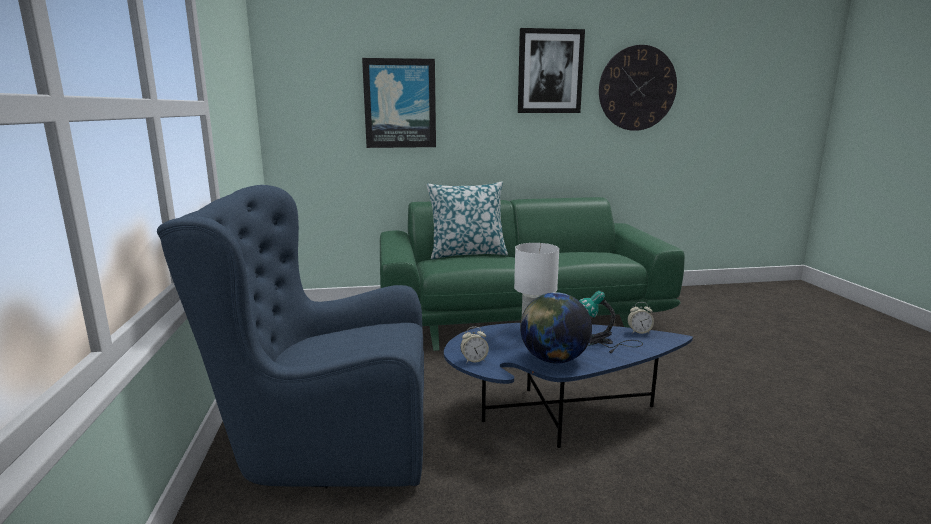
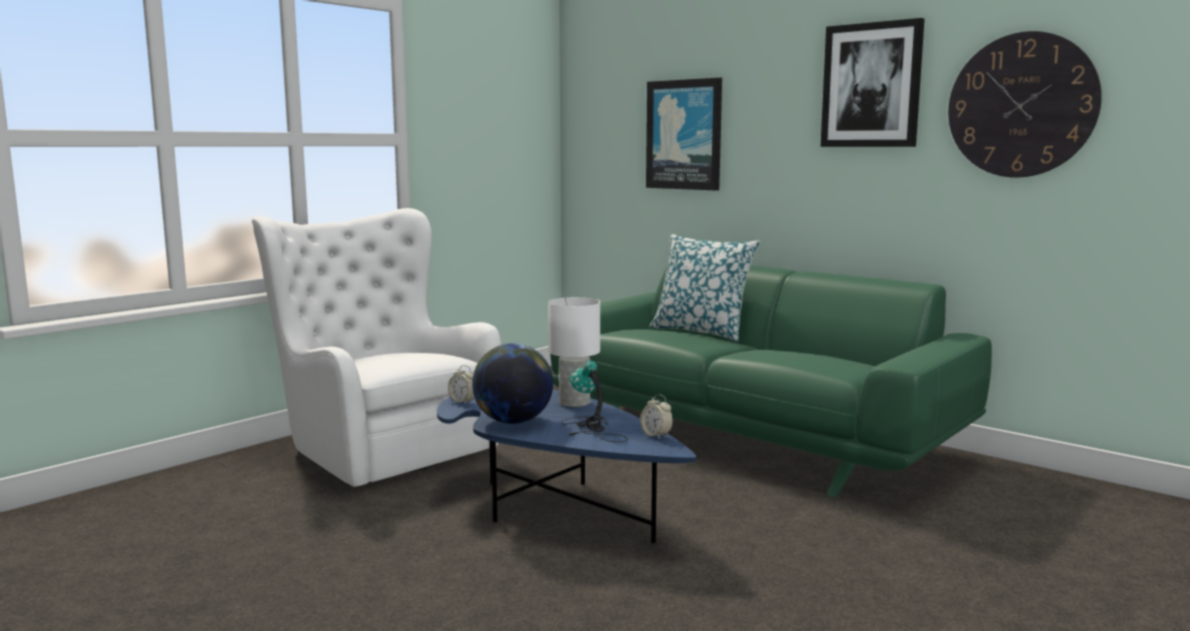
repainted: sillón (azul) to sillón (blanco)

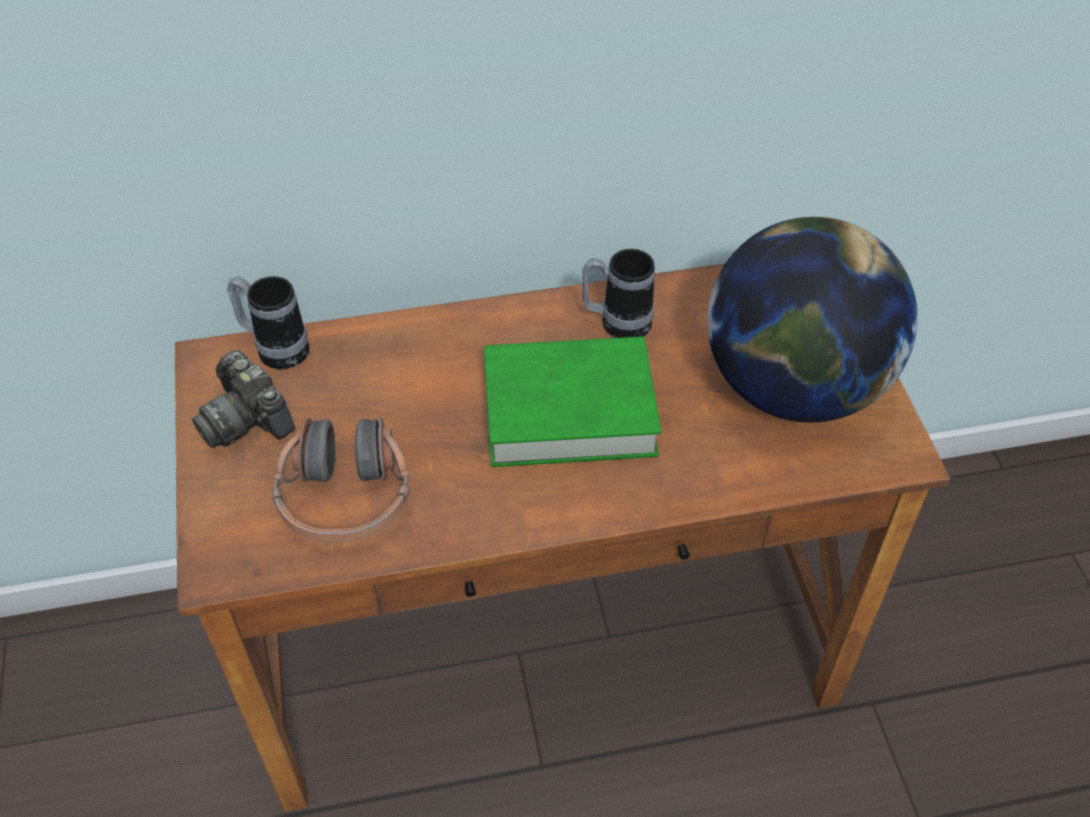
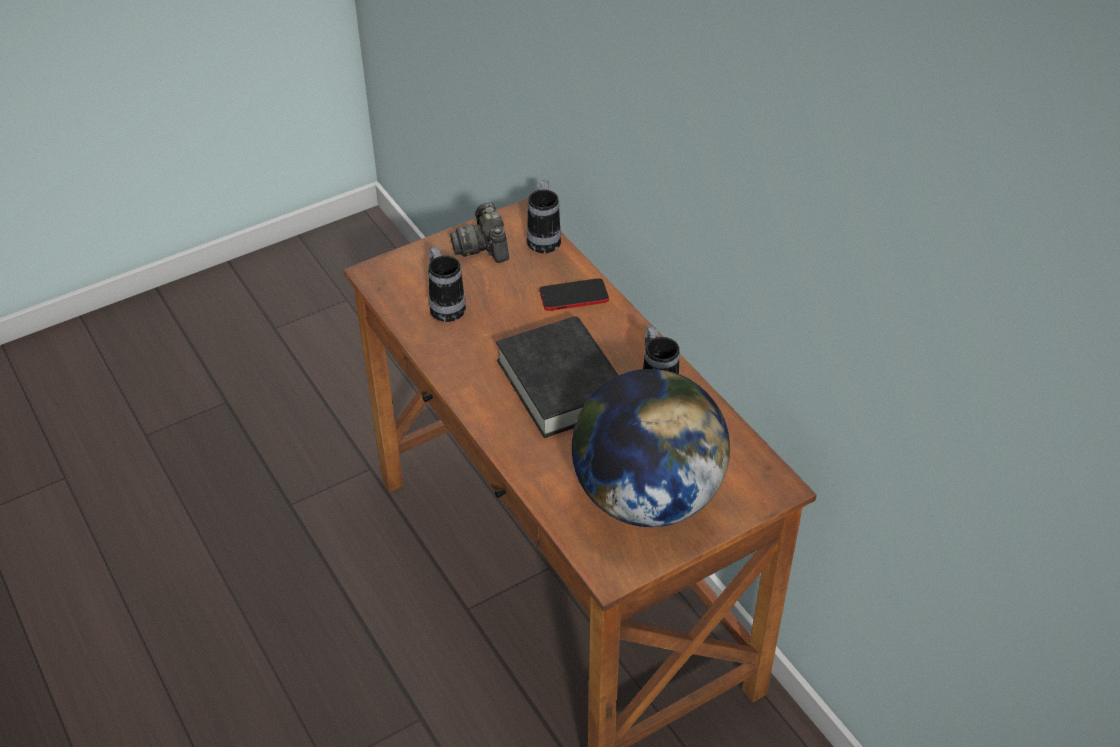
new: móvil
swapped: auriculares to taza grande (no. 1 from left)
repainted: libro (verde) to libro (negro)
rotated: cámara 45 degrees counterclockwise

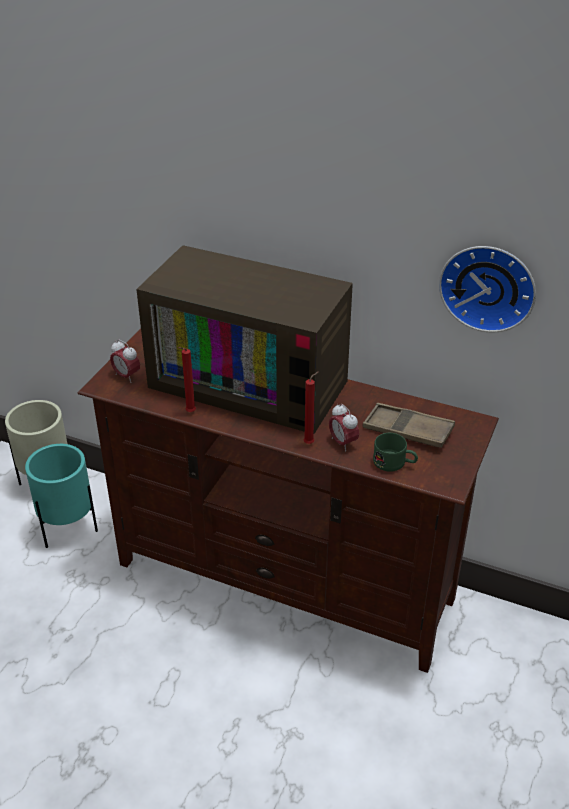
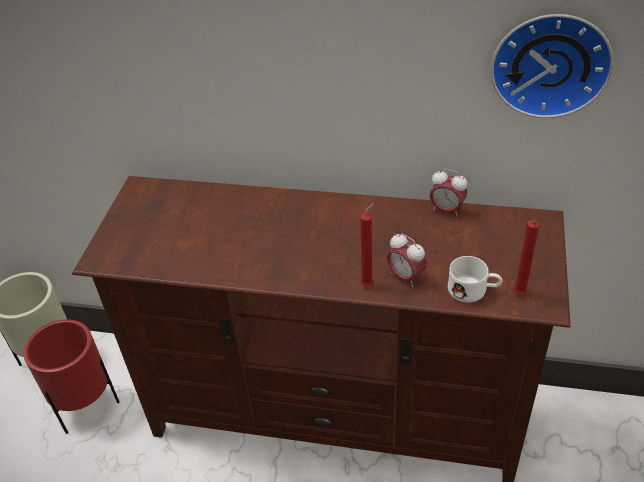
gone: televisor; bandeja (marrón)
shifted: despertador (no. 1 from left in the first image) to despertador (no. 2 from left); vela (rojo) (no. 1 from left in the first image) to vela (rojo) (no. 2 from left)
repainted: maceta (turquesa) to maceta (rojo); taza grande (verde) to taza grande (blanco)

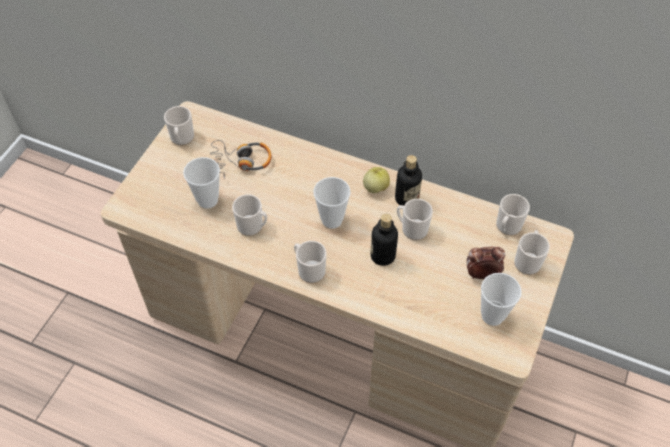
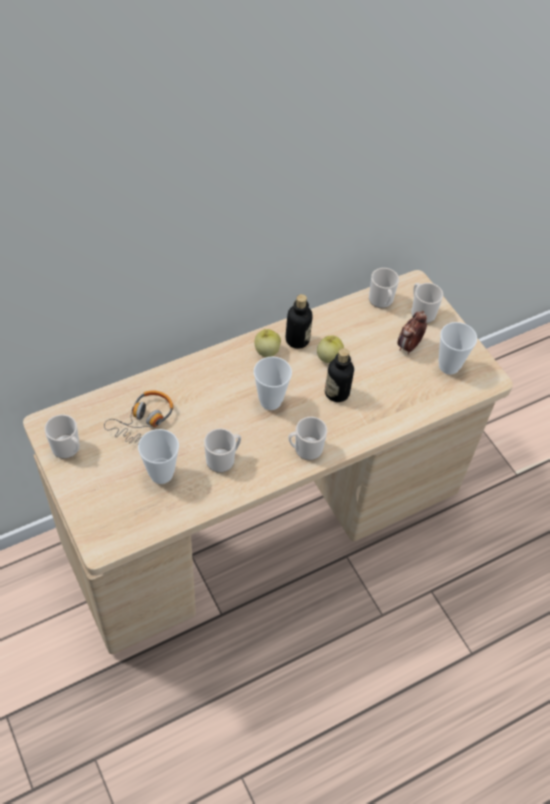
swapped: taza grande (no. 4 from left) to manzana (no. 2 from left)

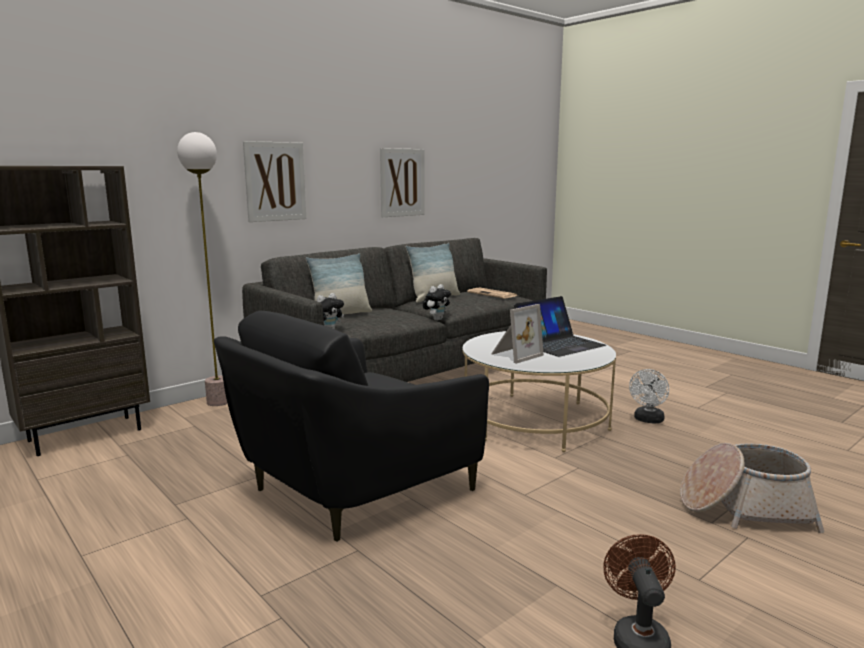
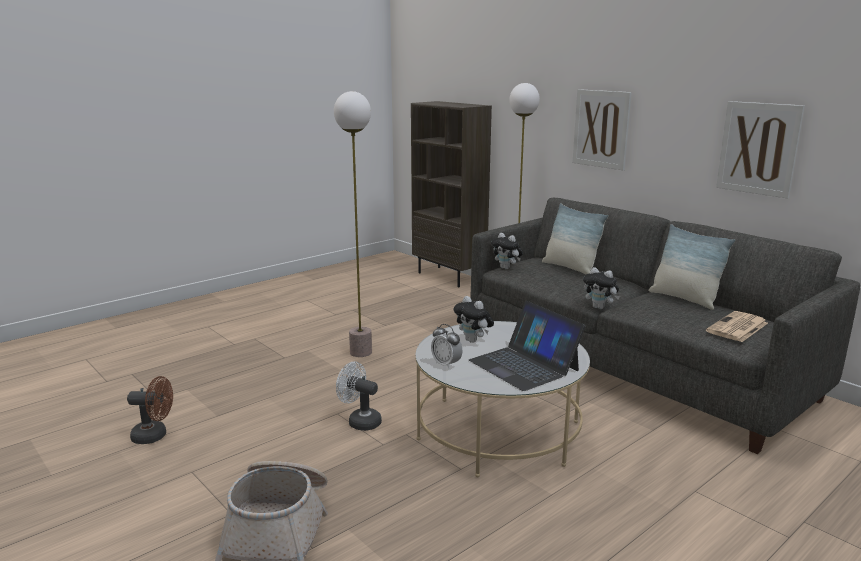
new: despertador
shifted: ventilador (blanco)
swapped: sillón (negro) to lámpara de pie (no. 1 from left); portarretratos to peluche (no. 1 from left)

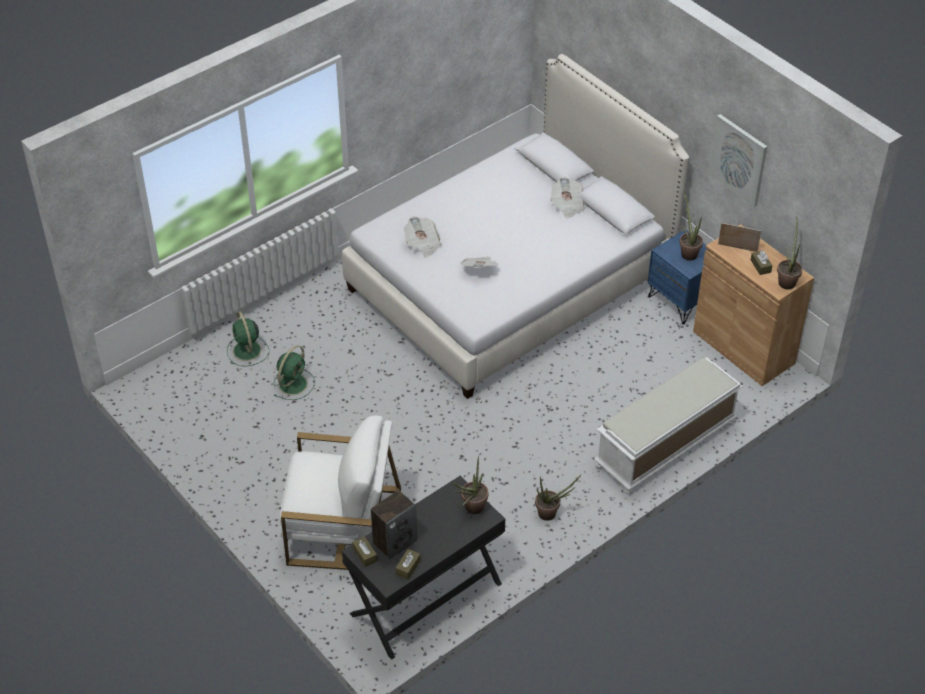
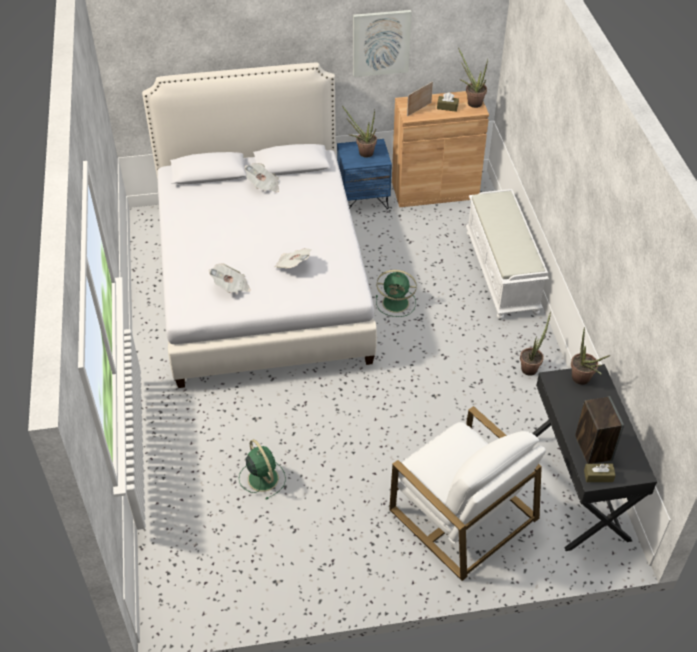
gone: caja de pañuelos (marrón) (no. 2 from left)
shifted: ventilador (verde) (no. 1 from left in the first image) to ventilador (verde) (no. 2 from left)
rotated: sillón (blanco) 105 degrees clockwise

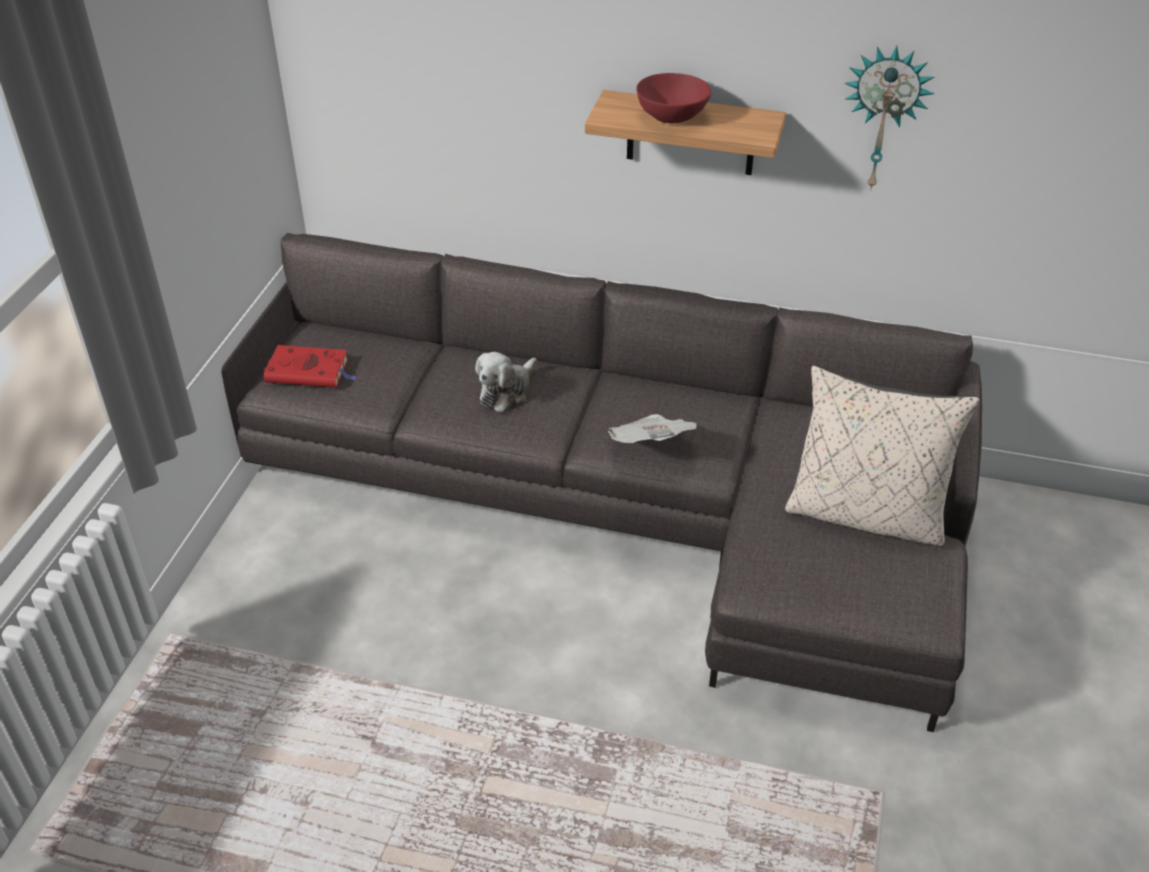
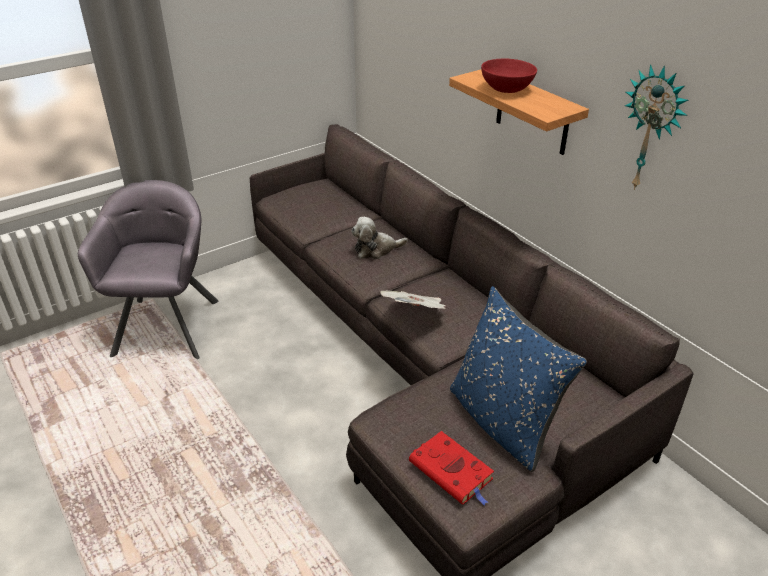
new: sillón (gris)
shifted: libro (rojo)
repainted: cojín (beis) to cojín (azul)

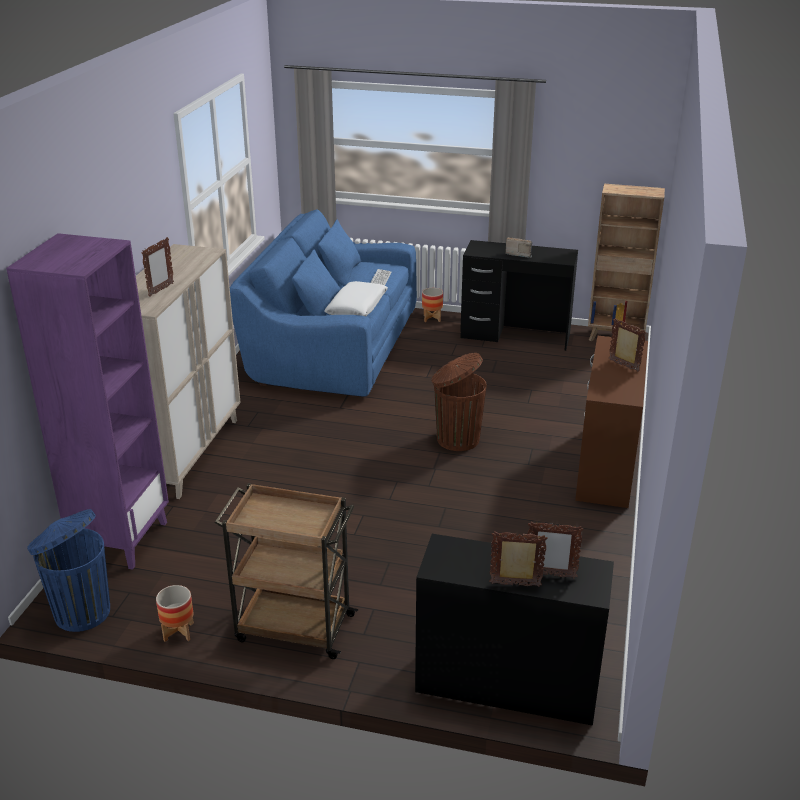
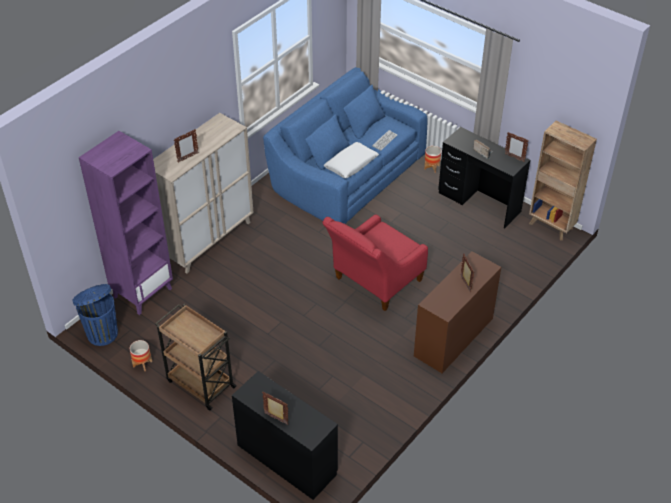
shifted: portarretratos (no. 3 from left in the first image) to portarretratos (no. 4 from left)
swapped: papelera (marrón) to sillón (rojo)

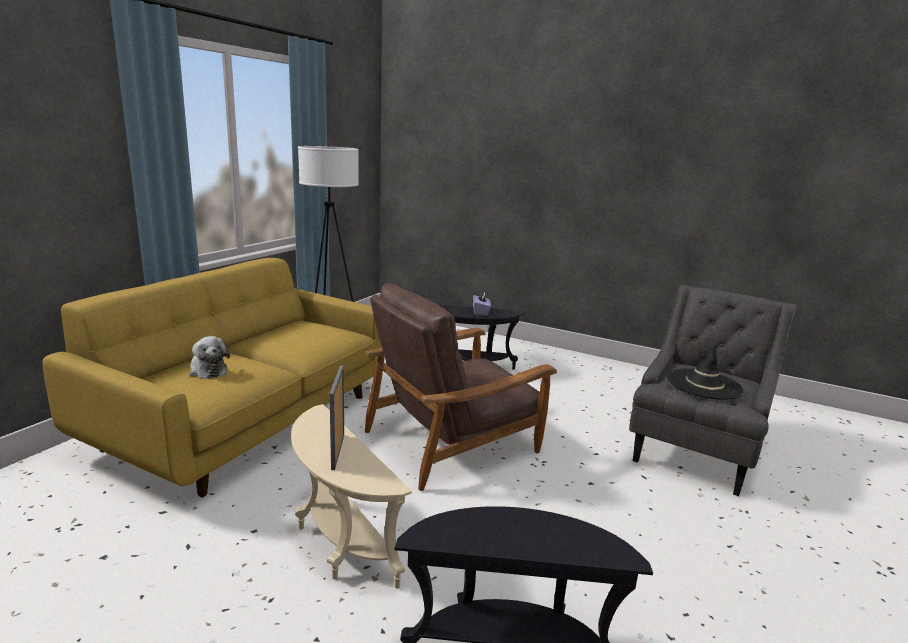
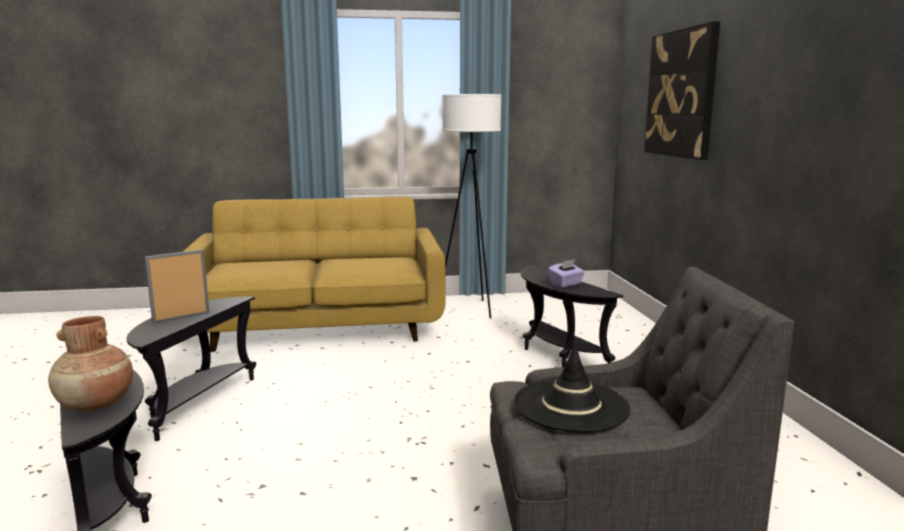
gone: peluche; sillón (marrón)
new: florero (marrón); cuadro
repainted: mesa auxiliar (beis) to mesa auxiliar (negro) (no. 2 from left)

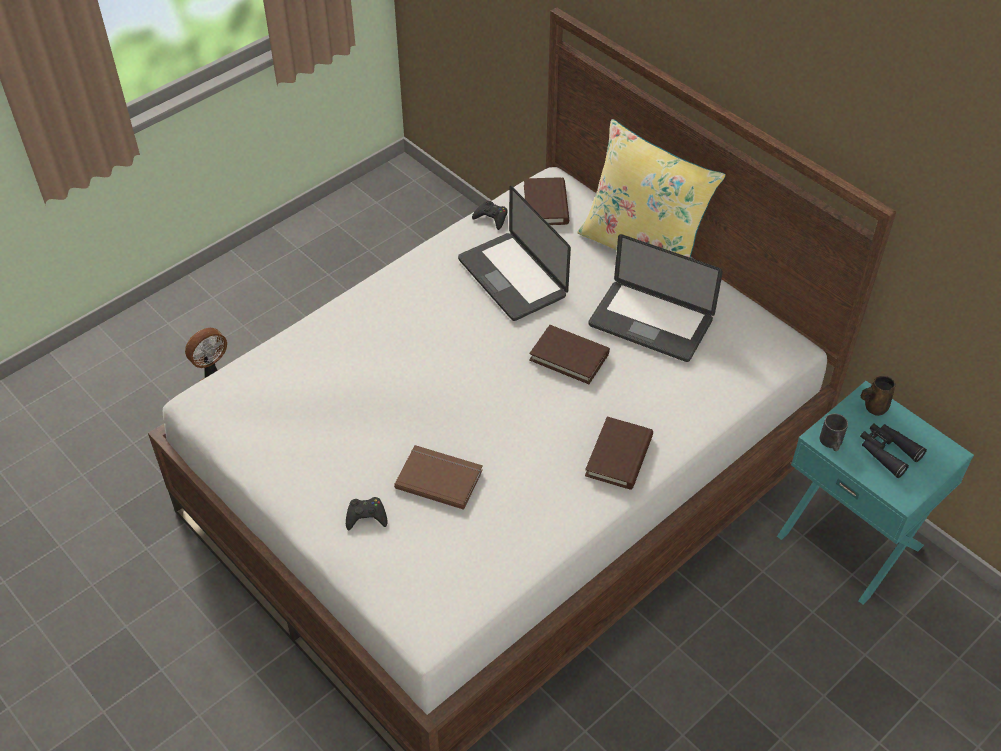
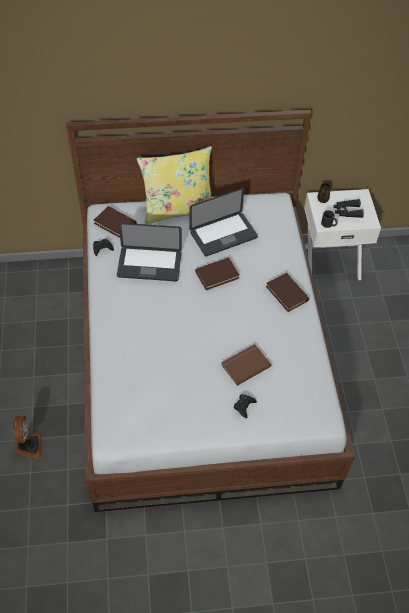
repainted: mesita de noche (turquesa) to mesita de noche (blanco)

